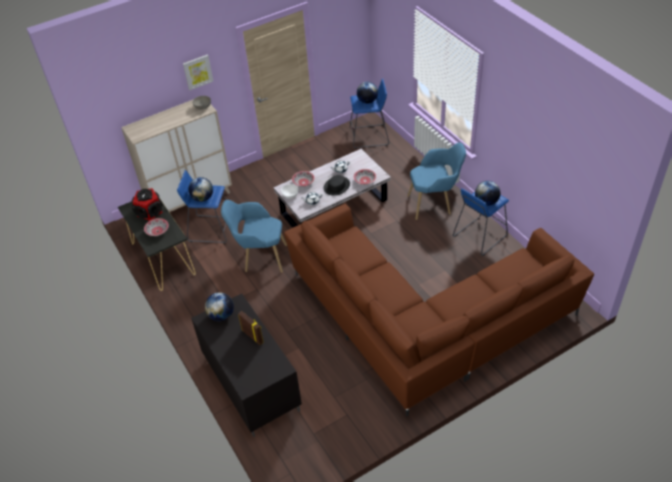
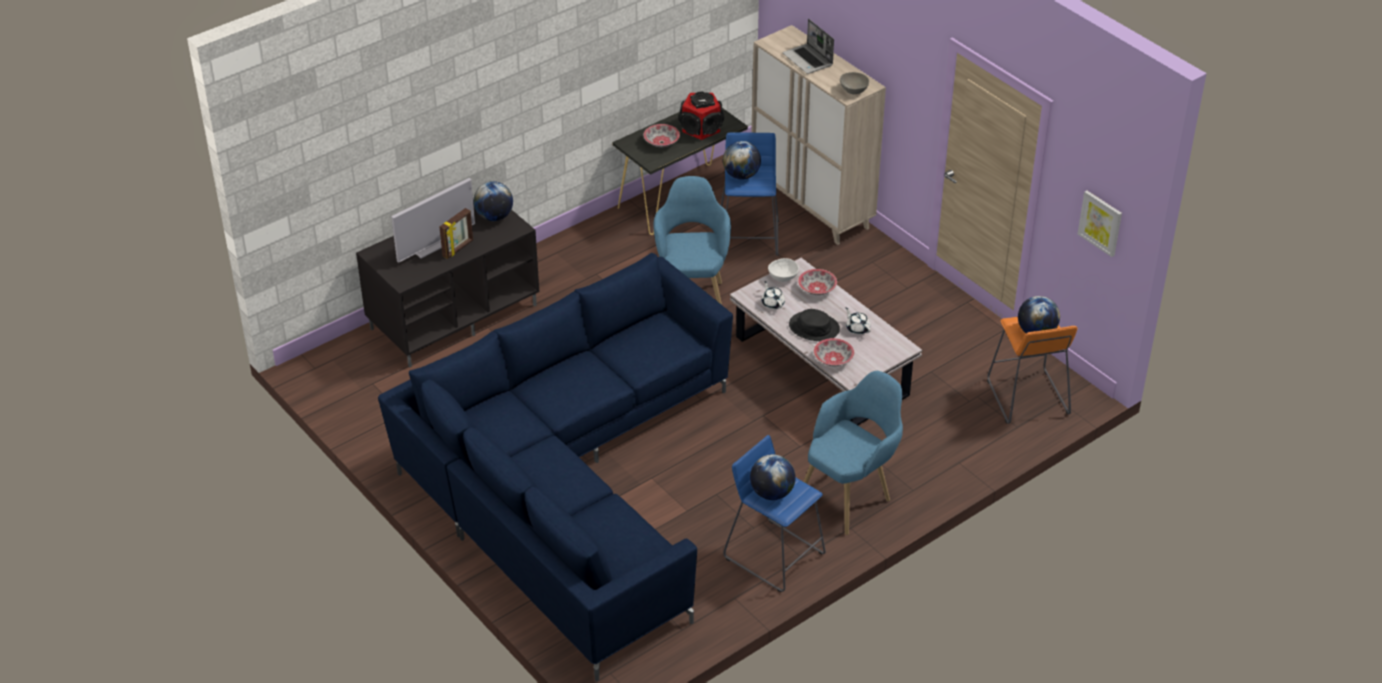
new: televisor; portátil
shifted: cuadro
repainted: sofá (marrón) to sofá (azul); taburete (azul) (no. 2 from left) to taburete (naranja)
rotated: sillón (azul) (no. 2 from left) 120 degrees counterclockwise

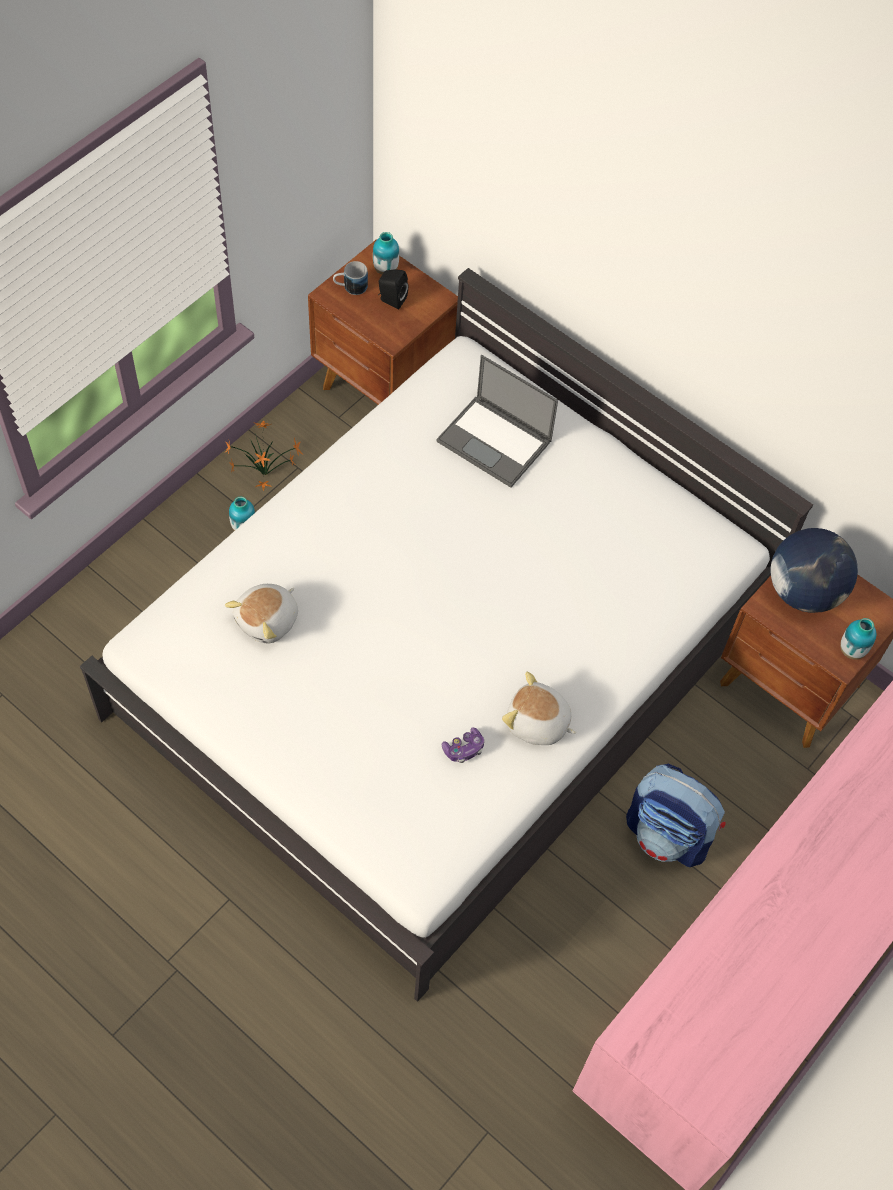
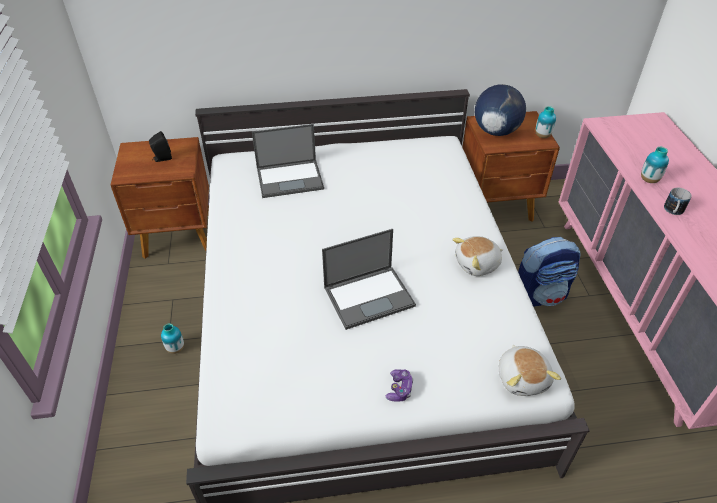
gone: planta en maceta
new: portátil (no. 2 from left)
shifted: peluche (no. 1 from left in the first image) to peluche (no. 2 from left); taza grande; florero (no. 2 from left in the first image) to florero (no. 3 from left); mando de consola

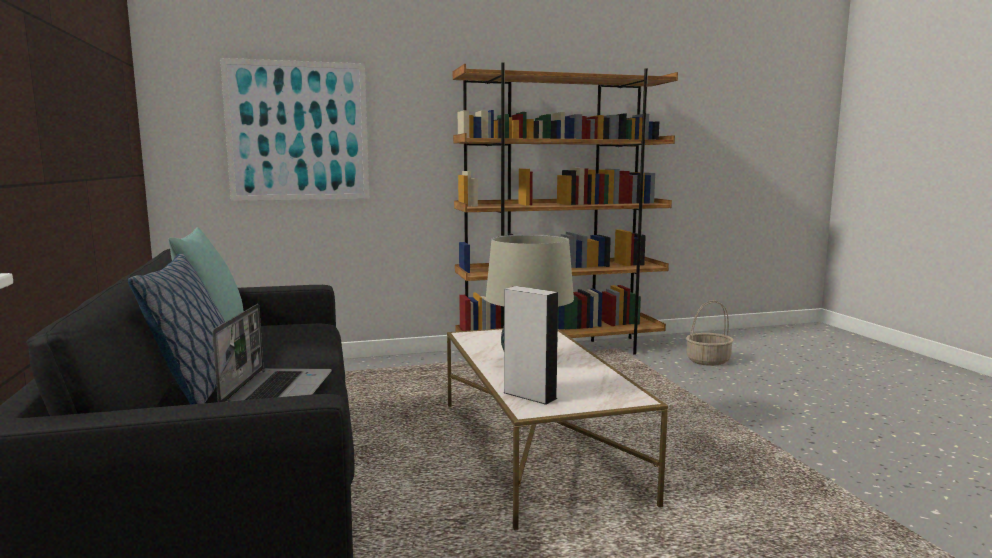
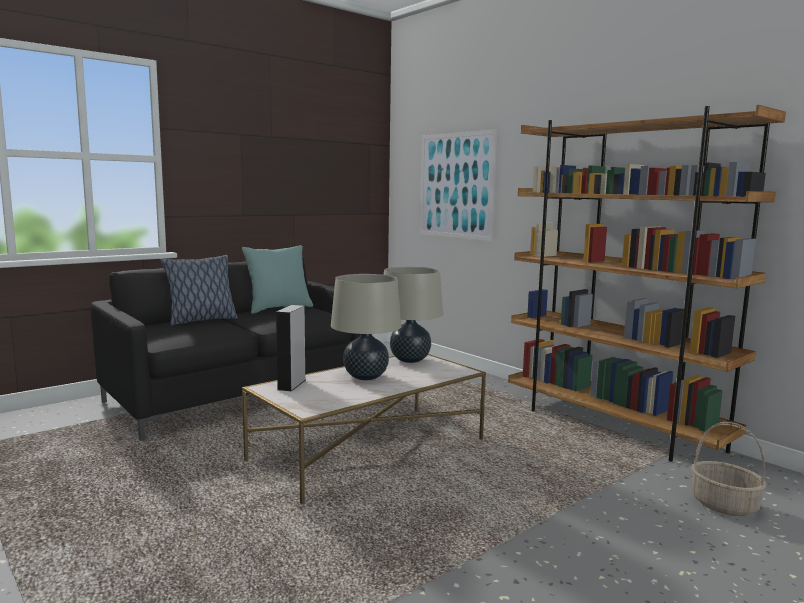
gone: portátil
new: lámpara de mesa (beis) (no. 2 from left)

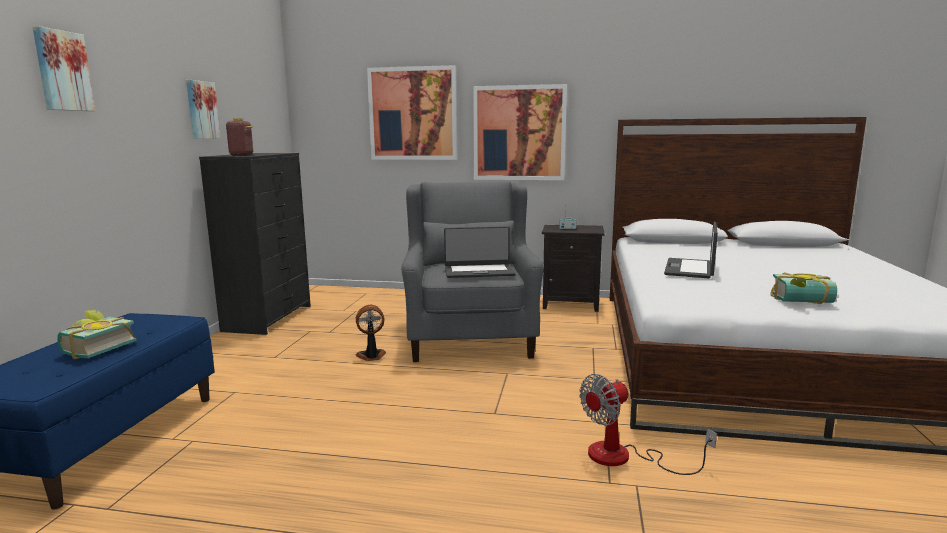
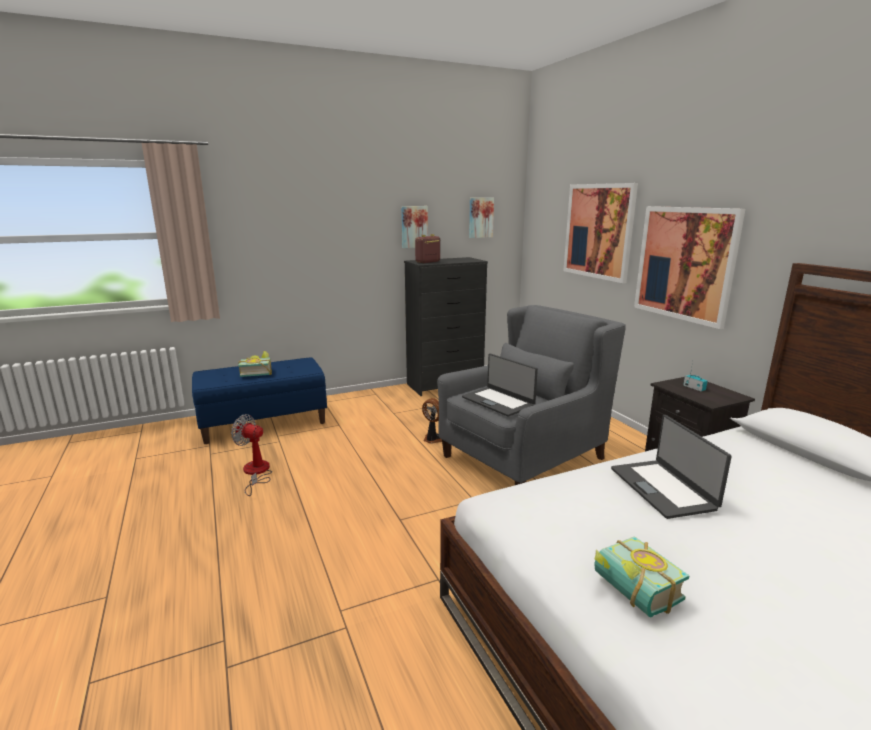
shifted: cuadro (no. 1 from left in the first image) to cuadro (no. 2 from left); ventilador (no. 2 from left in the first image) to ventilador (no. 1 from left)
rotated: portátil (no. 2 from left) 90 degrees counterclockwise

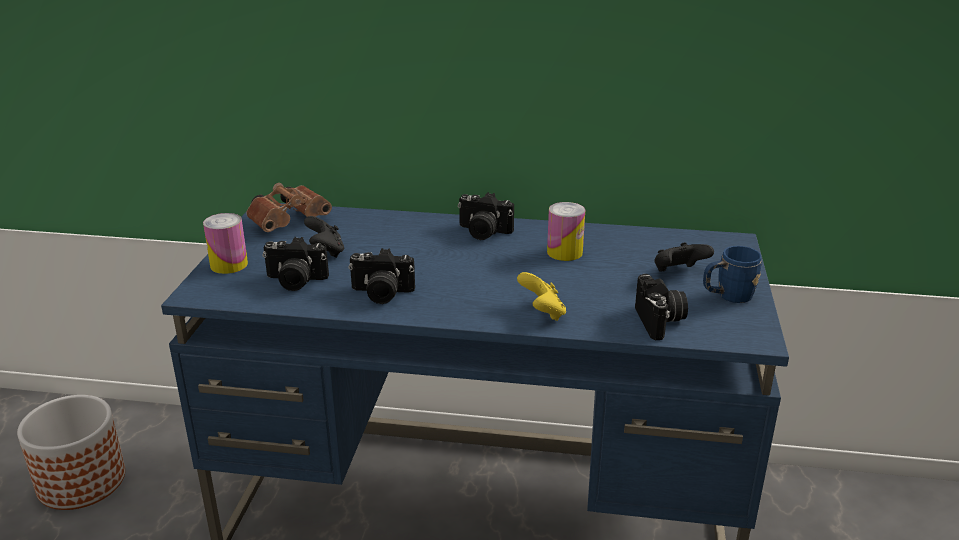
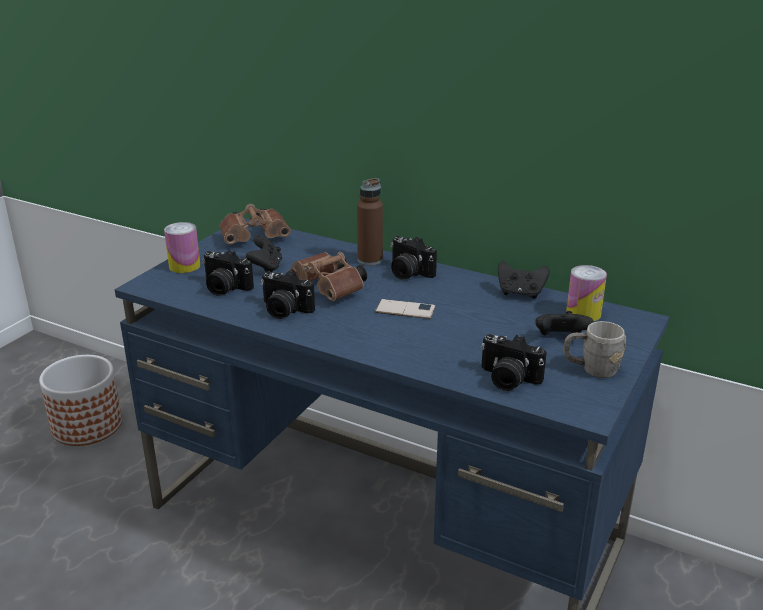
gone: mando de consola (amarillo)
new: prismáticos (marrón) (no. 2 from left); botella (marrón); móvil; mando de consola (negro) (no. 2 from left)
shifted: lata (no. 2 from left)
repainted: taza grande (azul) to taza grande (gris)
rotated: cámara (no. 4 from left) 105 degrees clockwise

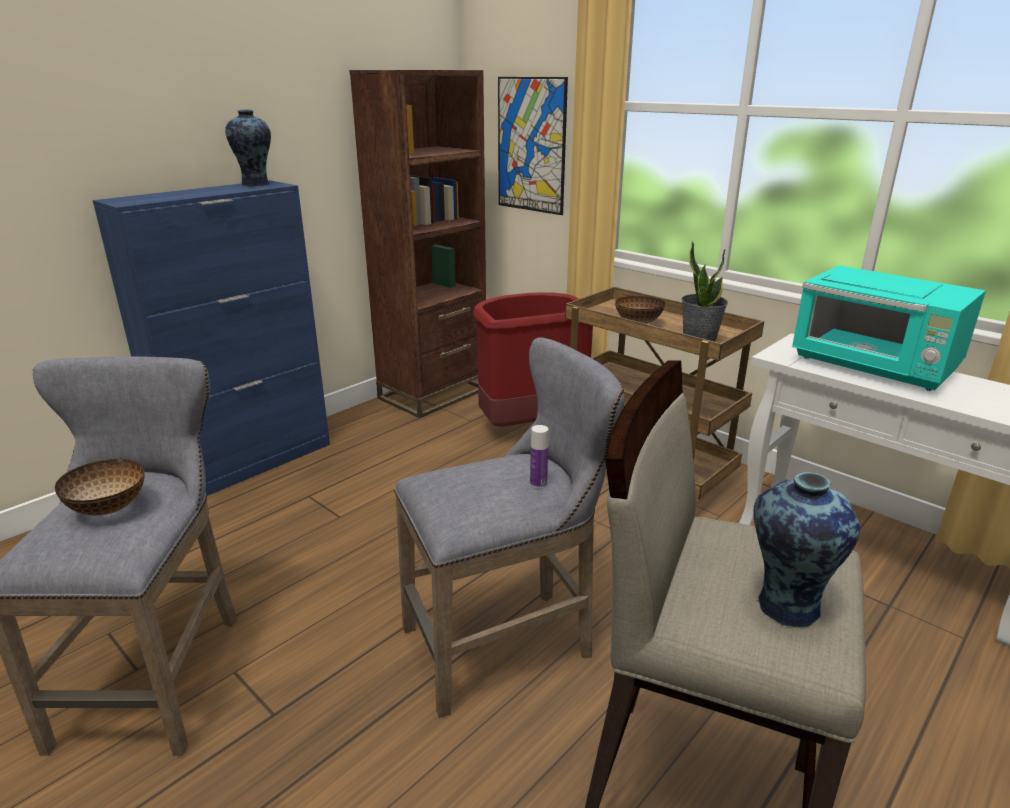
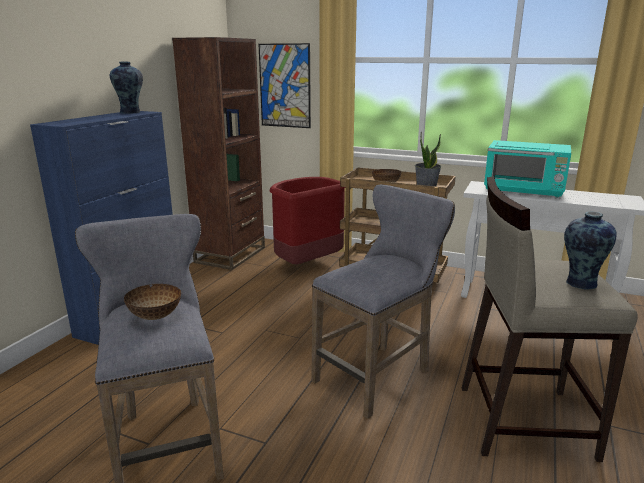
gone: botella

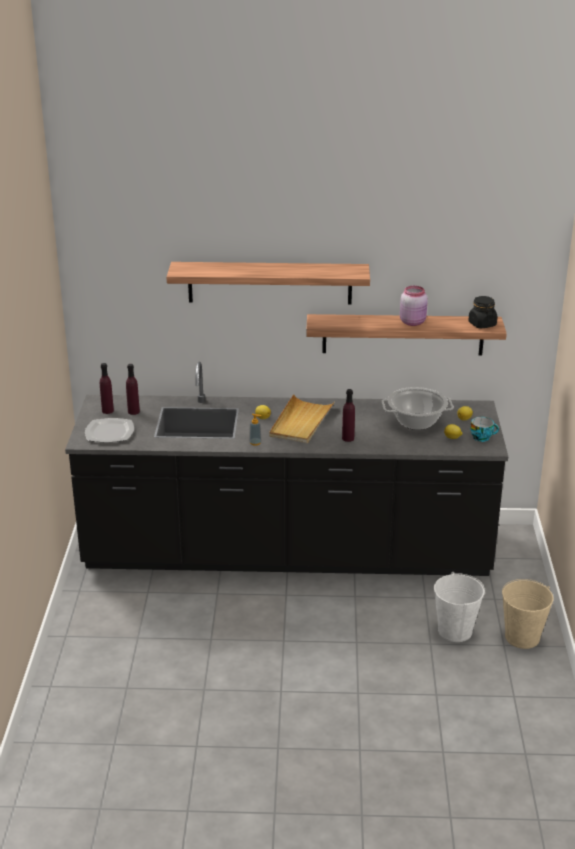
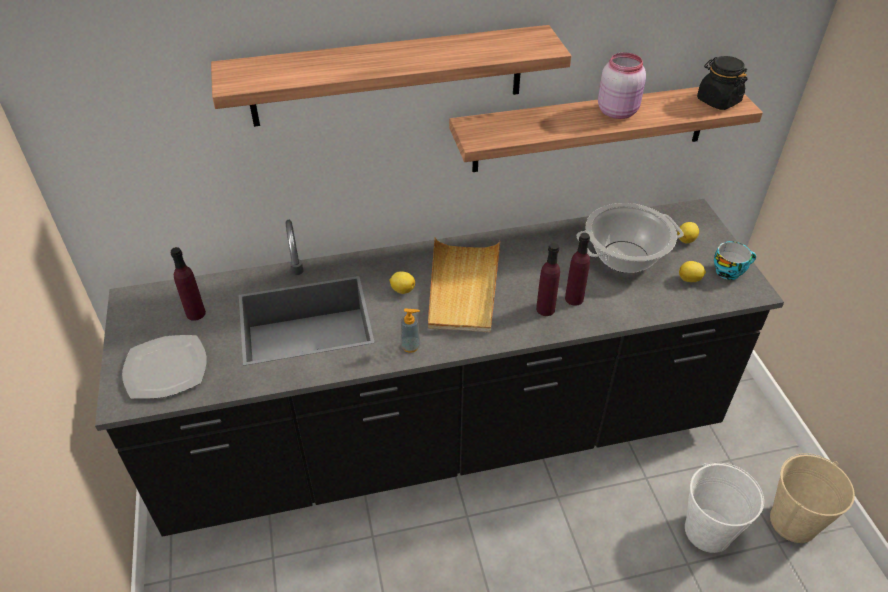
shifted: botella (morado) (no. 1 from left in the first image) to botella (morado) (no. 3 from left)

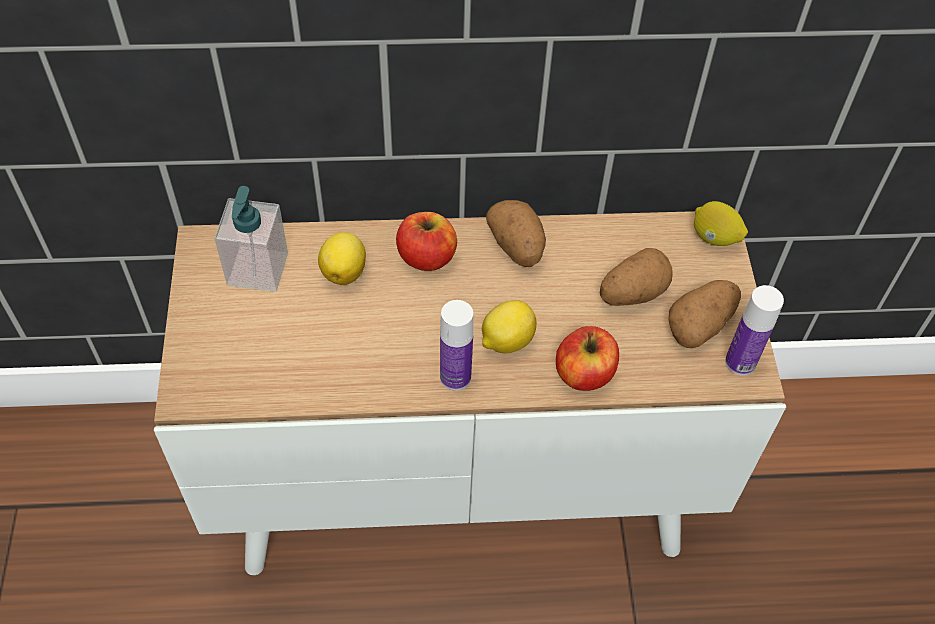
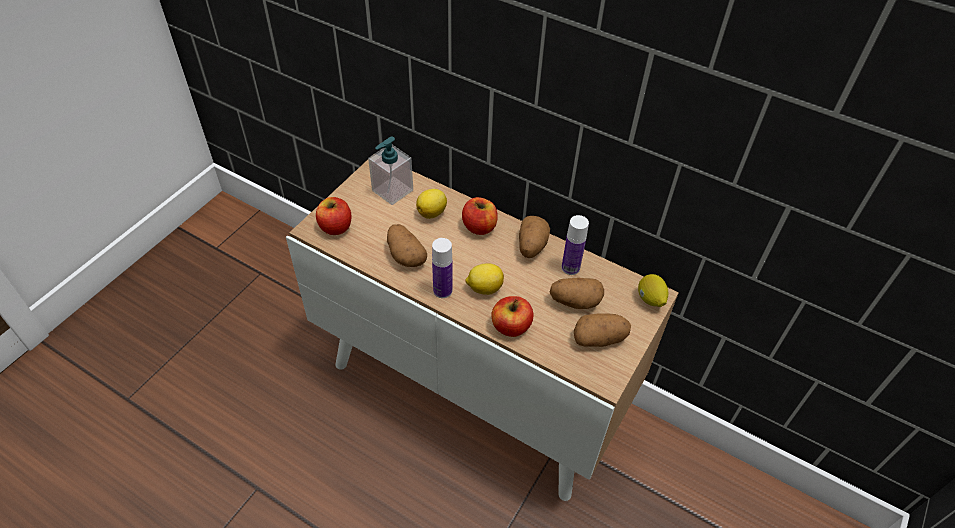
new: manzana (no. 1 from left); patata (no. 1 from left)
shifted: botella (no. 2 from left)

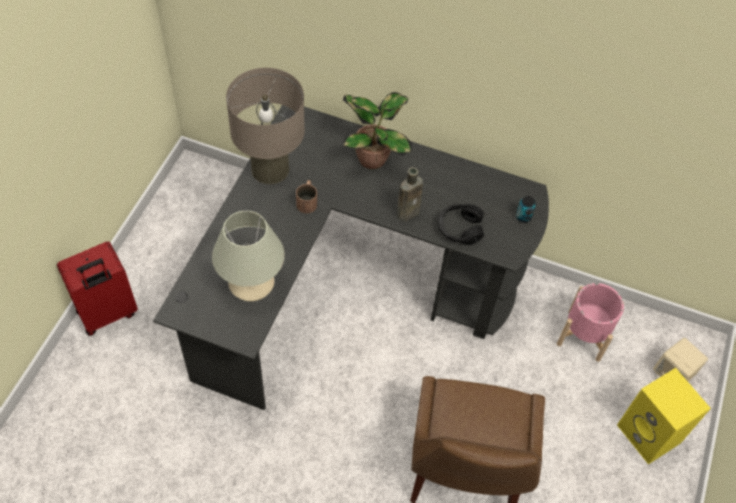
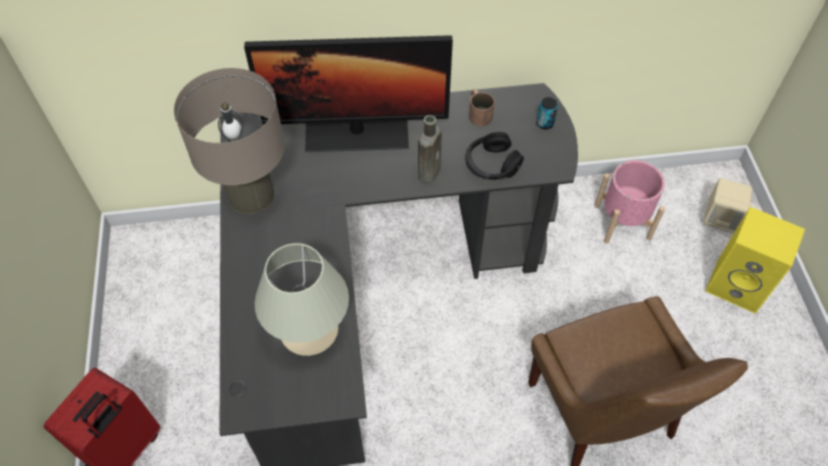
shifted: taza grande (marrón)
swapped: planta en maceta to monitor

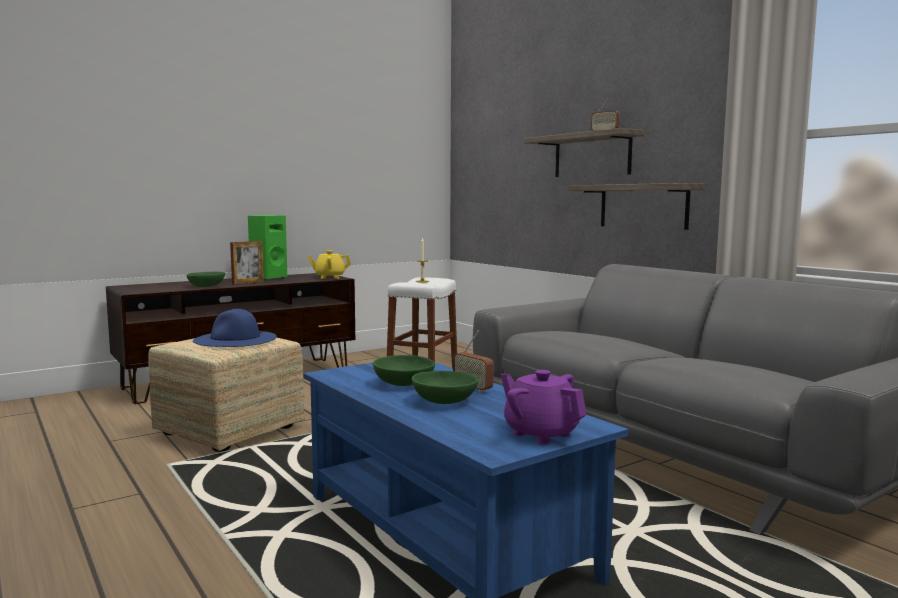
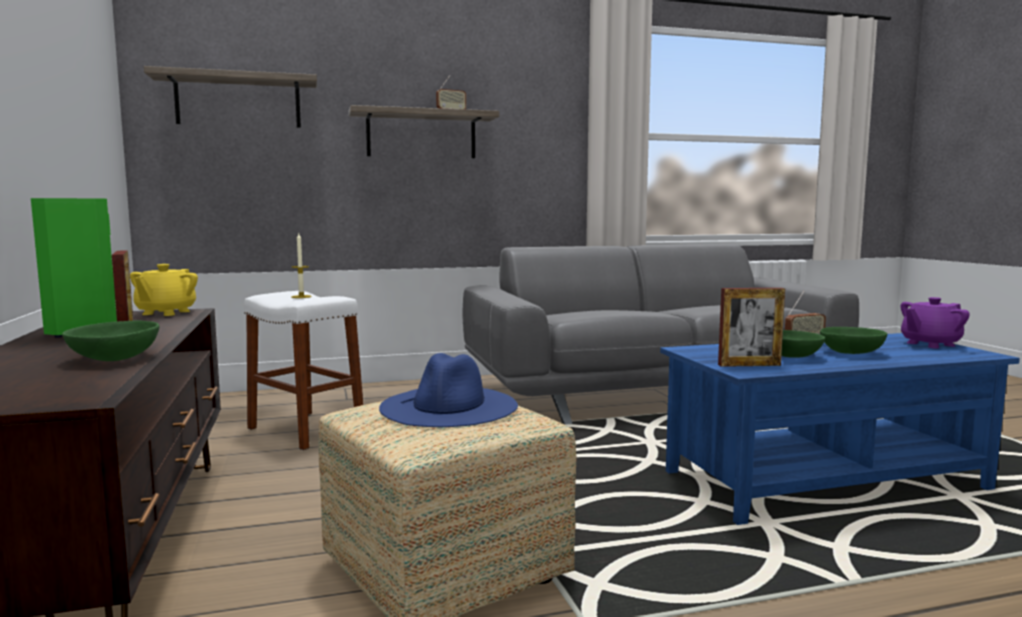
new: portarretratos (no. 2 from left)
shifted: estante (no. 2 from left in the first image) to estante (no. 1 from left)

